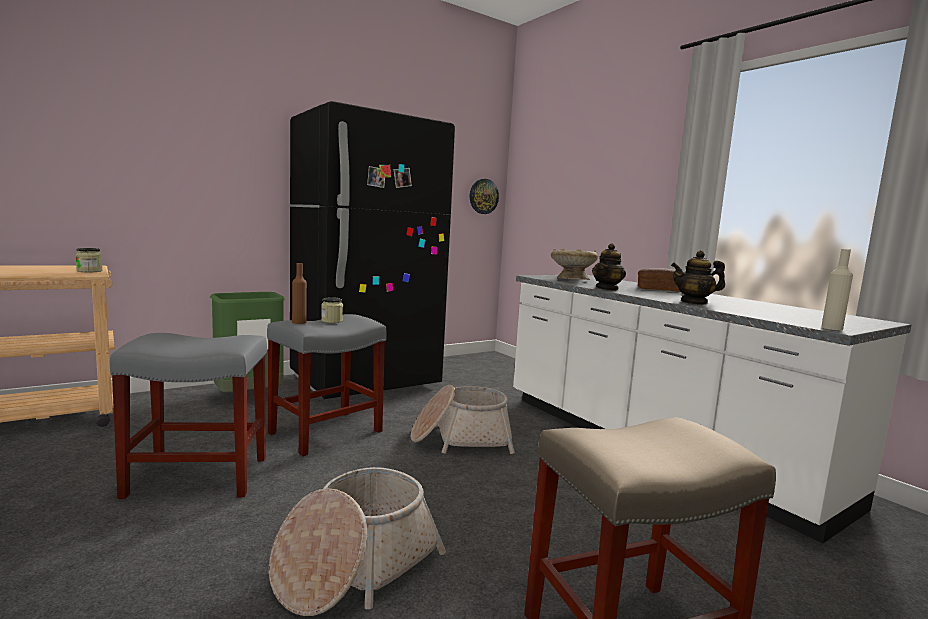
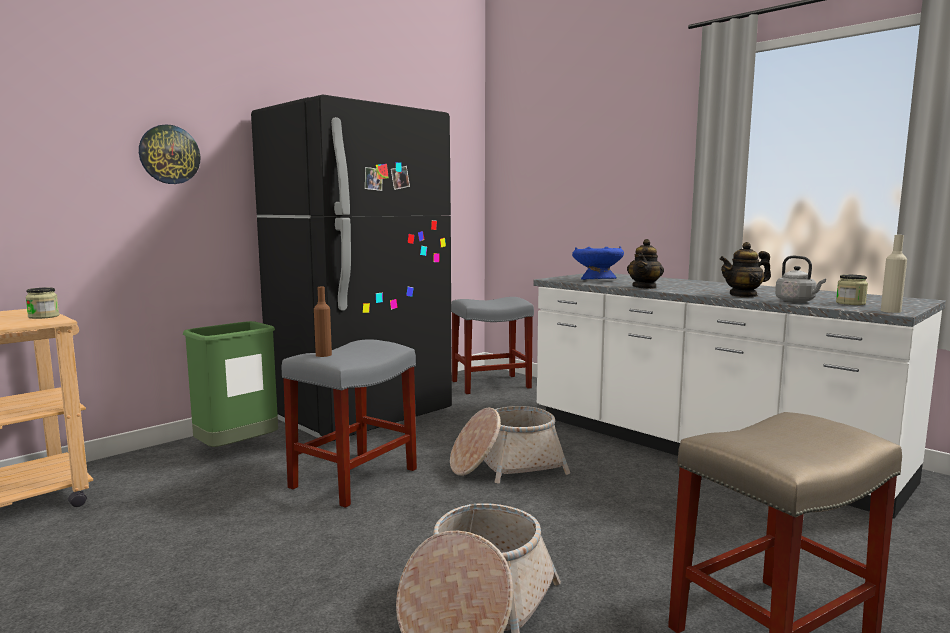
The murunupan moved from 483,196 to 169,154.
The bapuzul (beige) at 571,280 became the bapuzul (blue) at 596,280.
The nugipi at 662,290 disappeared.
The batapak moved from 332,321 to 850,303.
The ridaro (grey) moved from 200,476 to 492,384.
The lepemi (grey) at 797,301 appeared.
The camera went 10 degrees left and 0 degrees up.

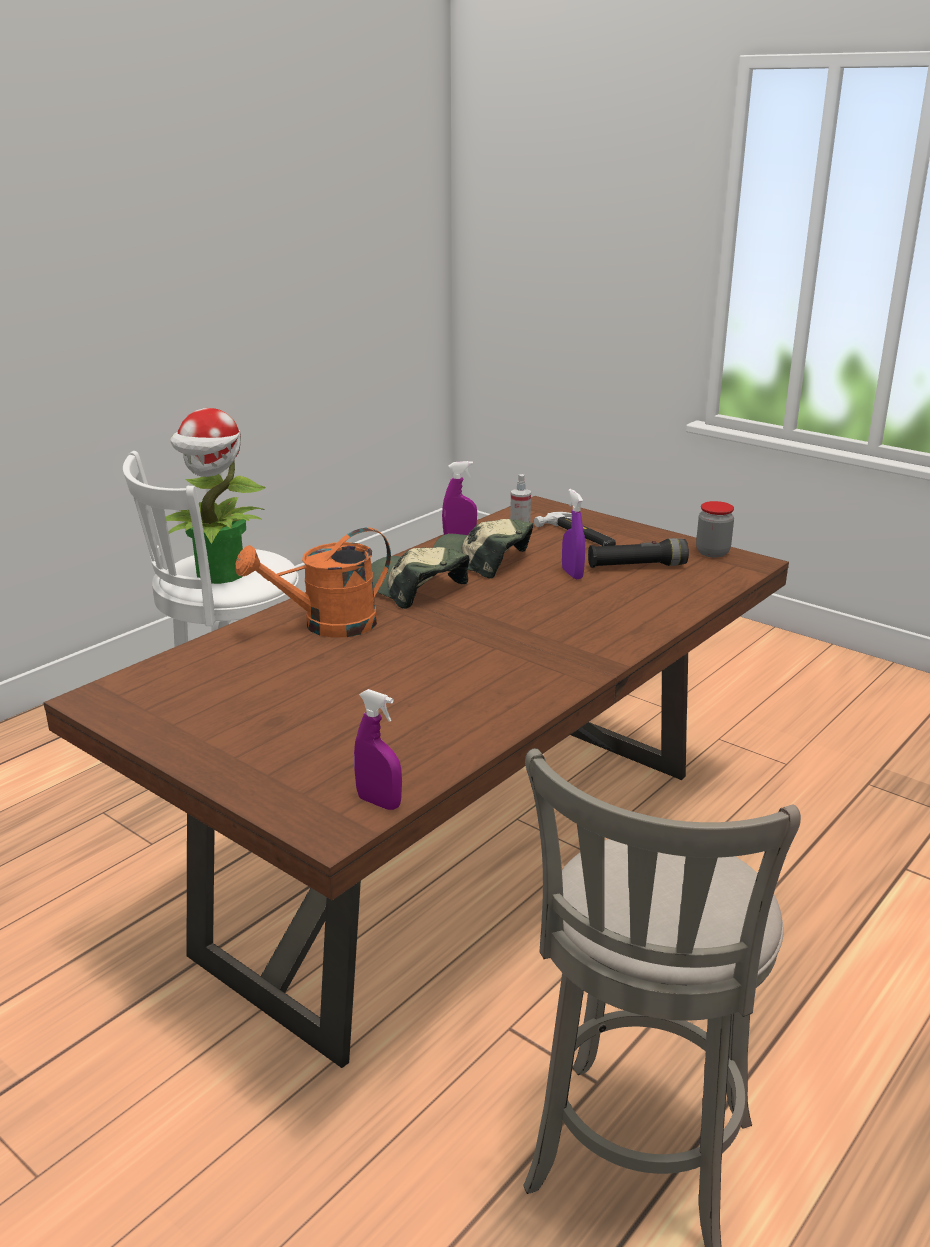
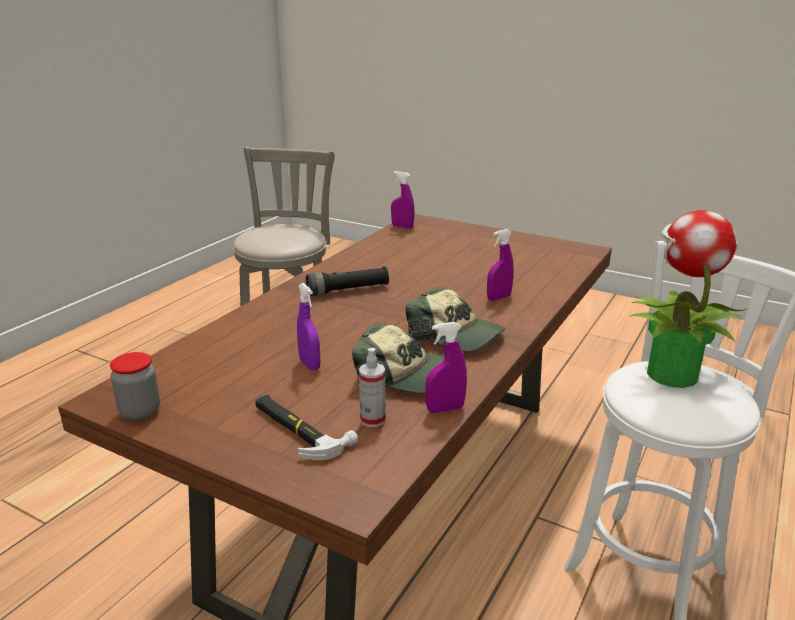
The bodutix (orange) at 327,625 was replaced by the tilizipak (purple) at 498,298.
The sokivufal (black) moved from 637,566 to 348,290.
The camera went 170 degrees right and 0 degrees up.

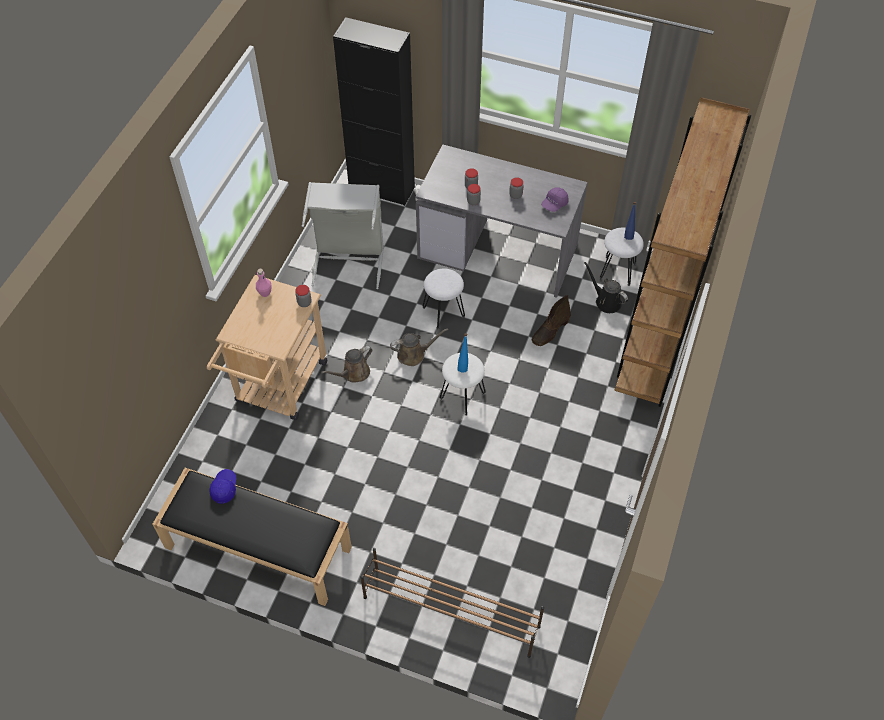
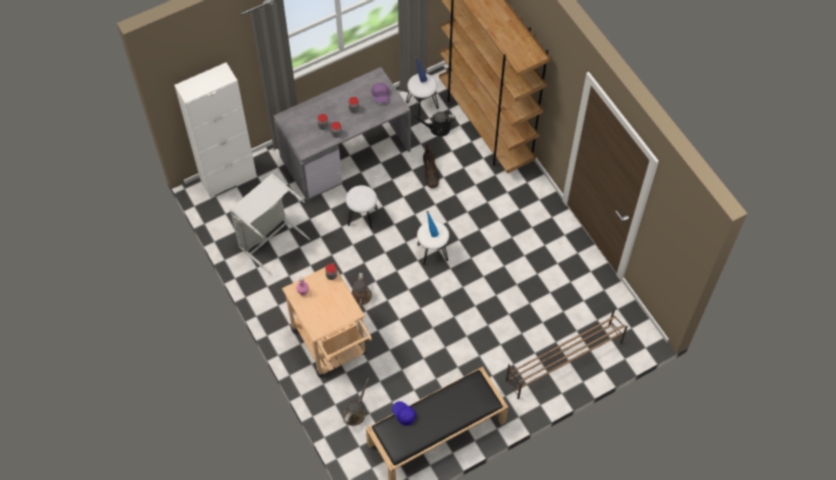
The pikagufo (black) at 381,188 became the pikagufo (white) at 228,178.
The bodutix (brown) moved from 413,354 to 355,413.
The camera went 50 degrees left and 5 degrees up.

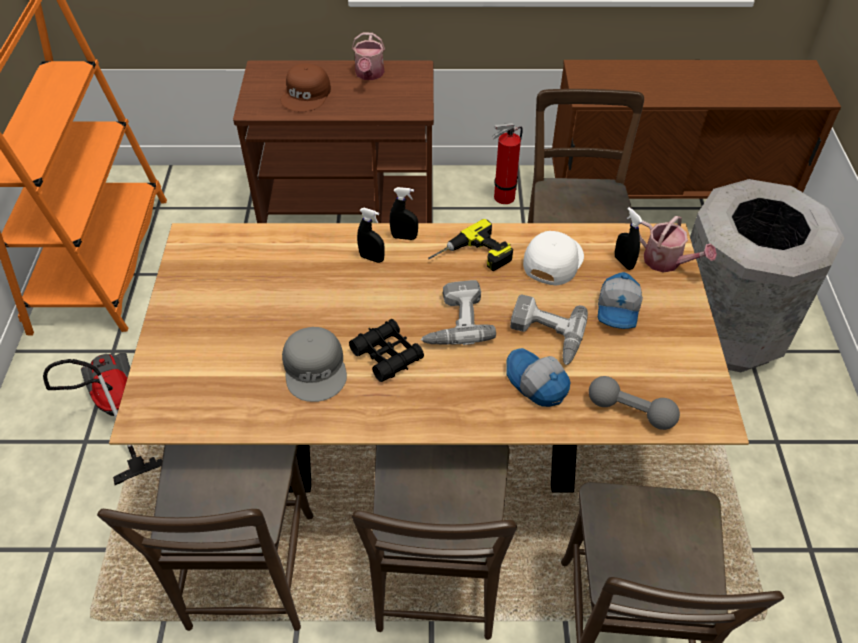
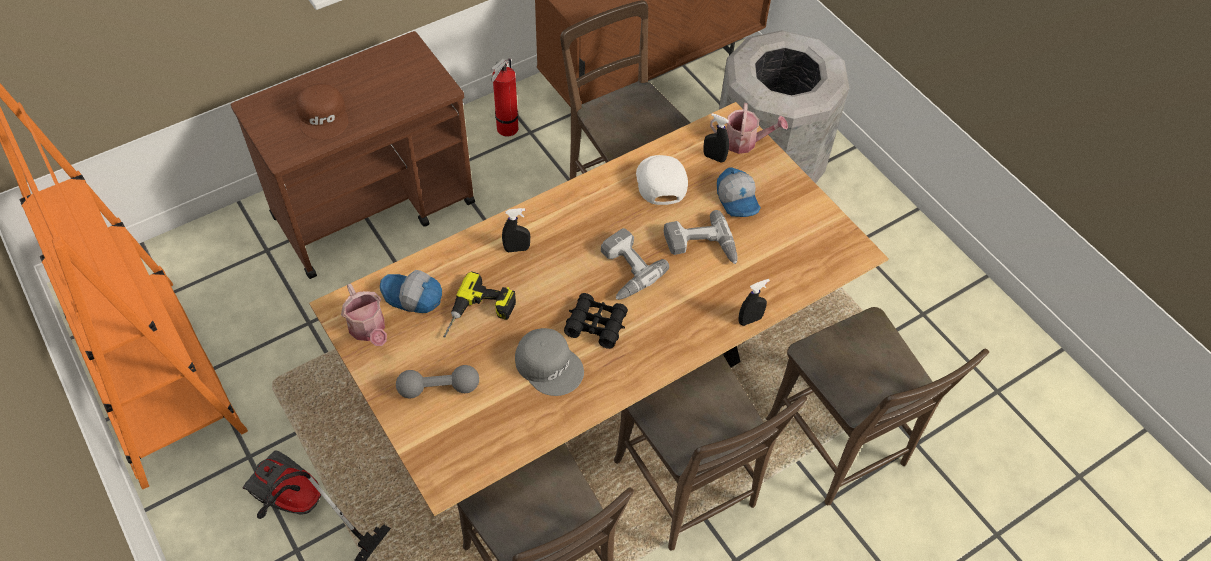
The bodutix moved from 369,74 to 369,330.
The tilizipak (black) moved from 404,237 to 750,320.
The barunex moved from 472,257 to 479,315.
The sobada moved from 535,383 to 412,297.
The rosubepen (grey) moved from 630,411 to 439,388.
The camera went 35 degrees left and 5 degrees up.

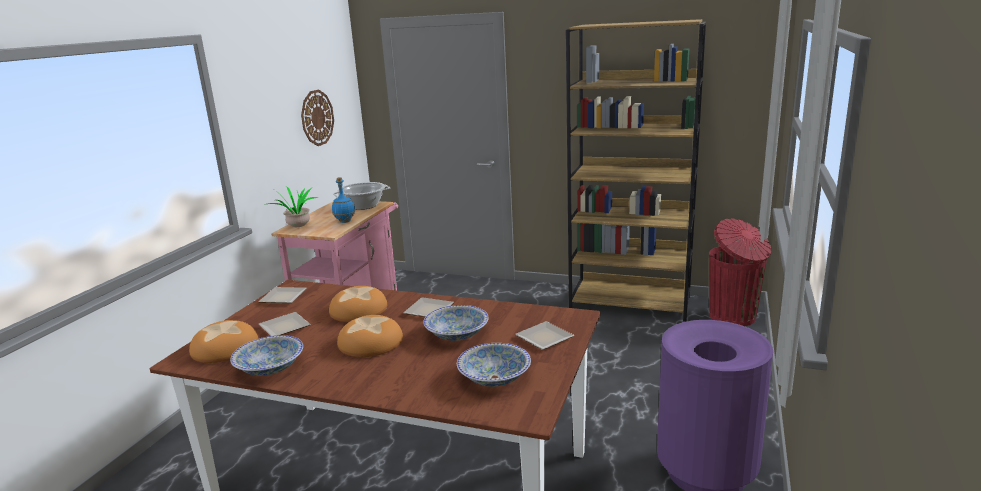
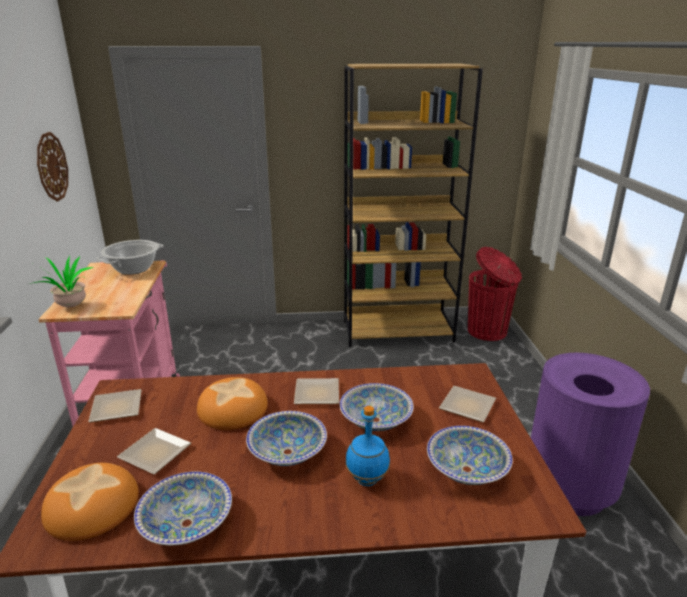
The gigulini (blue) moved from 345,221 to 367,480.
The nugipi at 371,342 was replaced by the bapuzul at 287,452.
The camera went 25 degrees left and 5 degrees up.

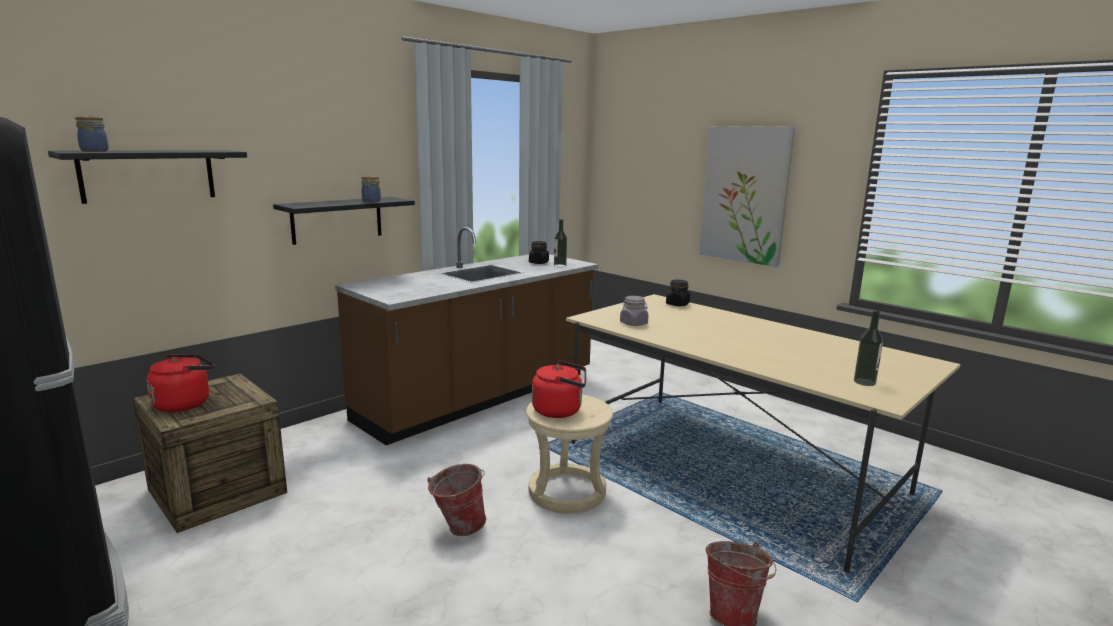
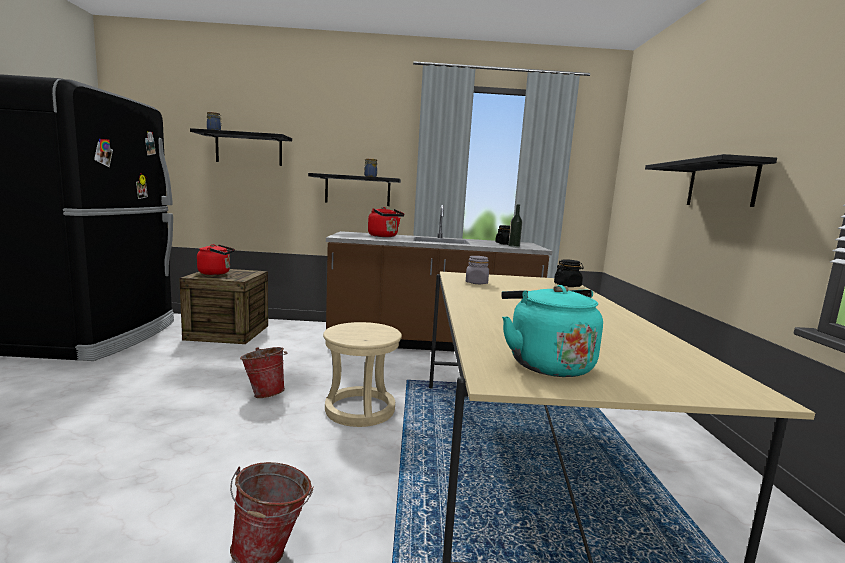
The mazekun at 745,194 was replaced by the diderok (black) at 721,184.
The gigulini at 864,382 was replaced by the lepemi (turquoise) at 546,363.
The lepemi (red) moved from 560,410 to 384,236.
The camera went 45 degrees right and 5 degrees down.

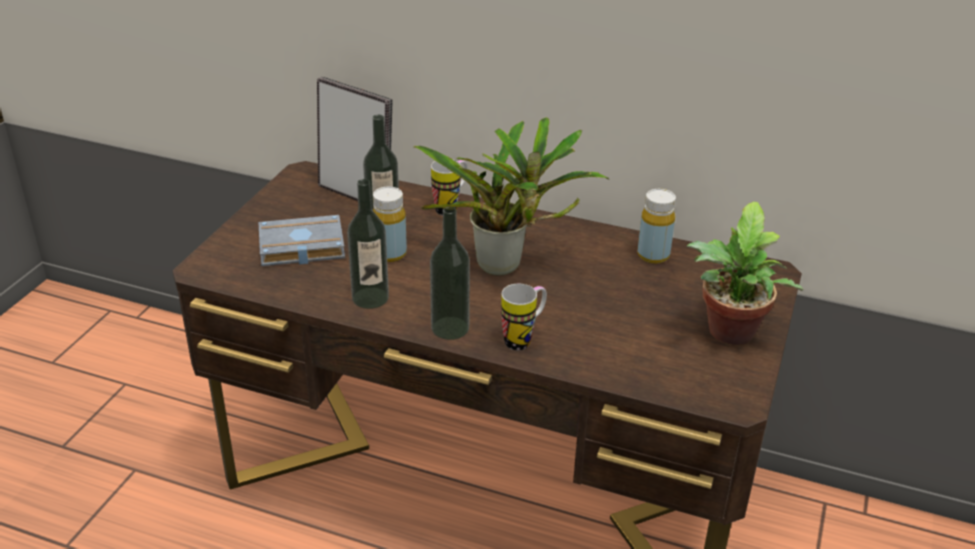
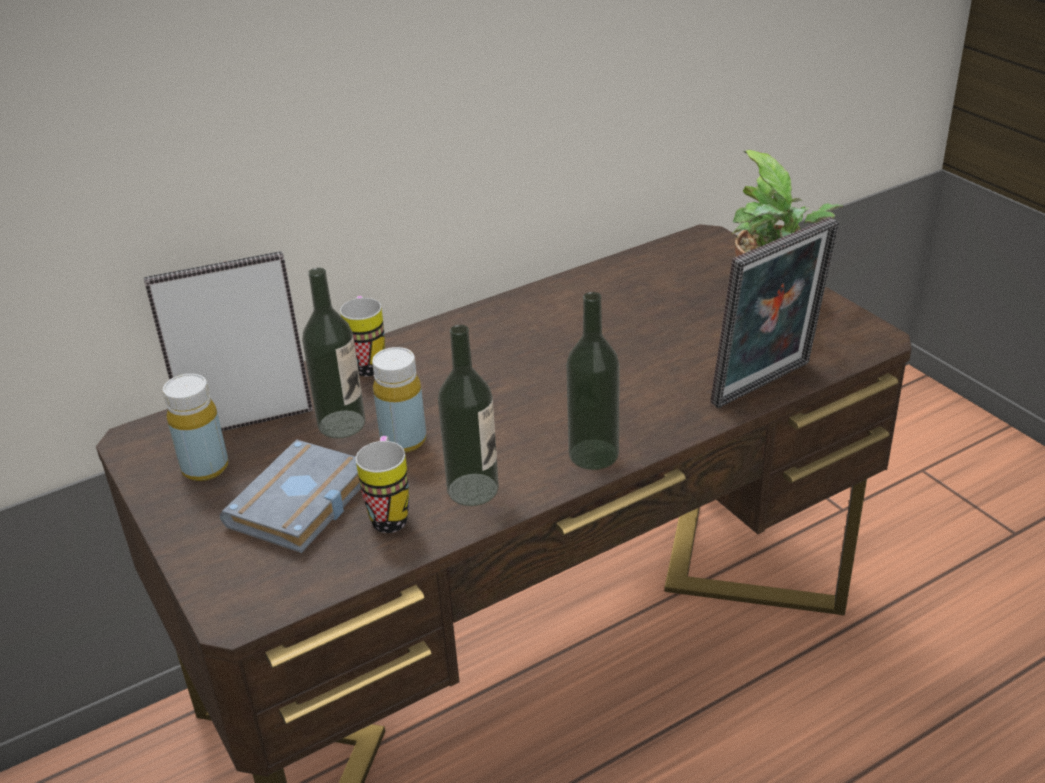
The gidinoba at 505,267 disappeared.
The gigulini (yellow) moved from 653,255 to 205,468.
The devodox moved from 524,339 to 390,513.
The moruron at 766,386 appeared.
The camera went 50 degrees left and 0 degrees up.

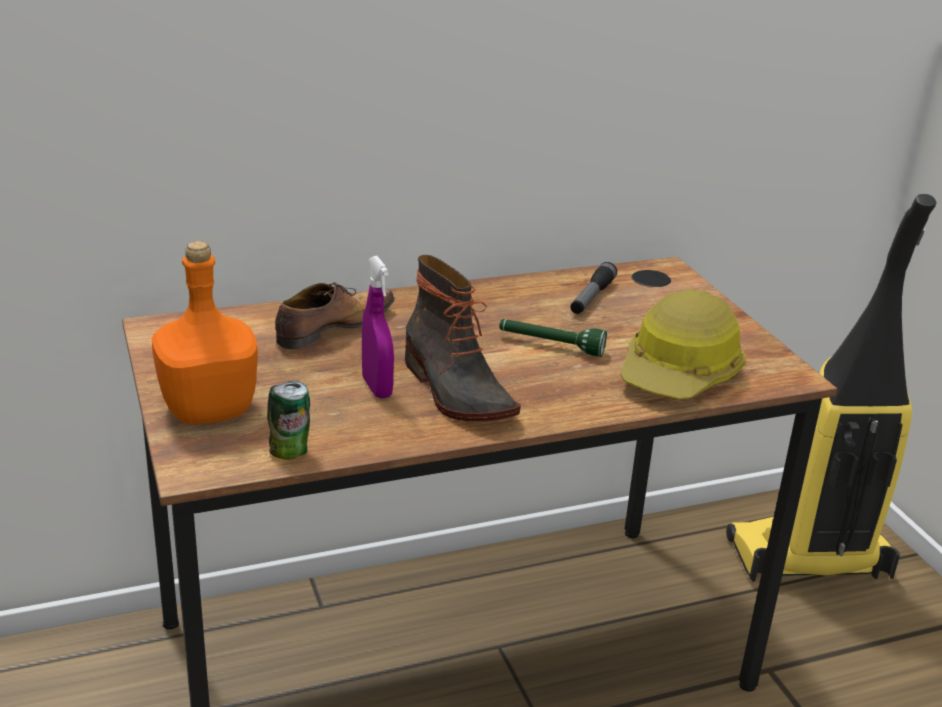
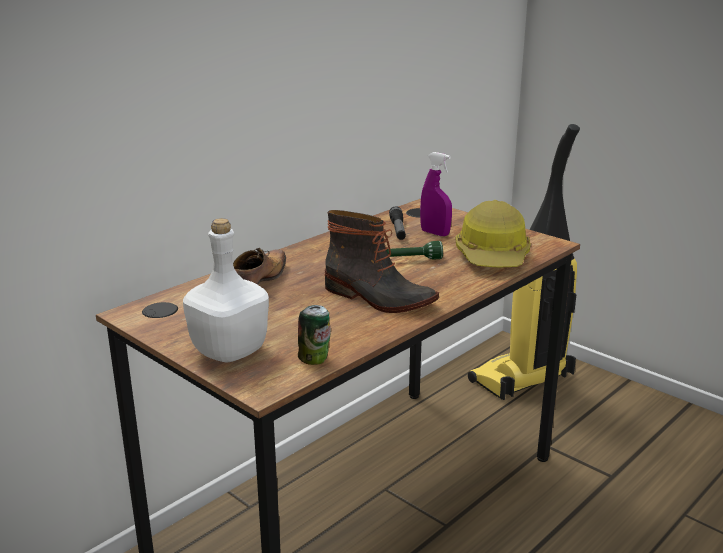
The gigulini (orange) at 207,410 became the gigulini (white) at 228,352.
The tilizipak (purple) moved from 377,388 to 435,233.
The camera went 25 degrees left and 5 degrees down.

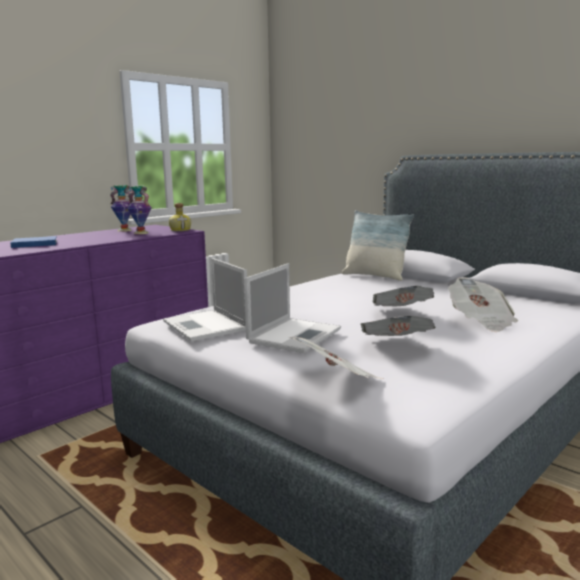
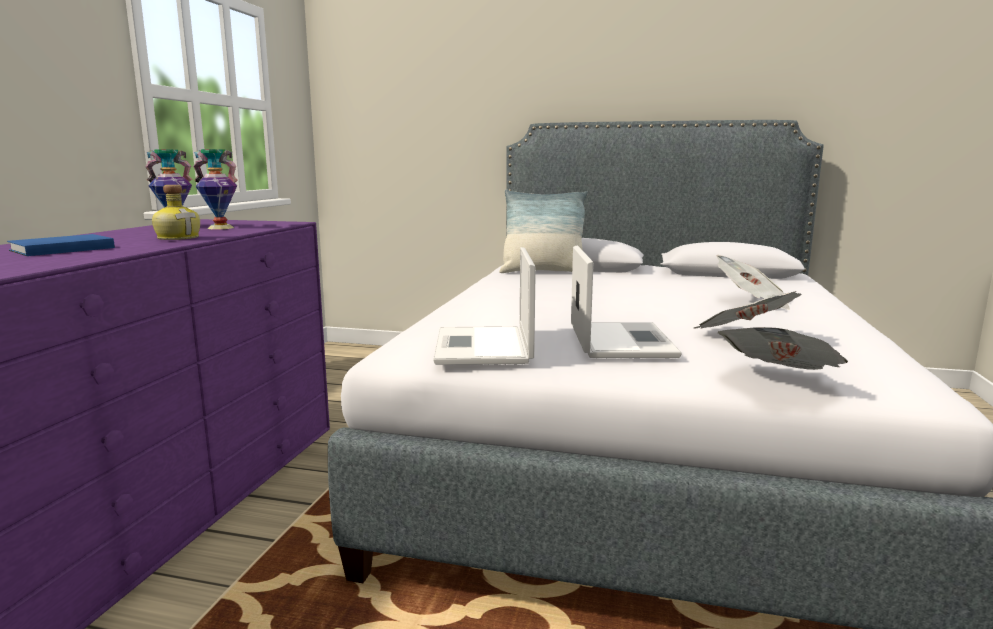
The gigulini moved from 181,230 to 179,238.
The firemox at 206,326 turned 60 degrees clockwise.
The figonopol at 401,314 disappeared.
The camera went 30 degrees left and 0 degrees up.

